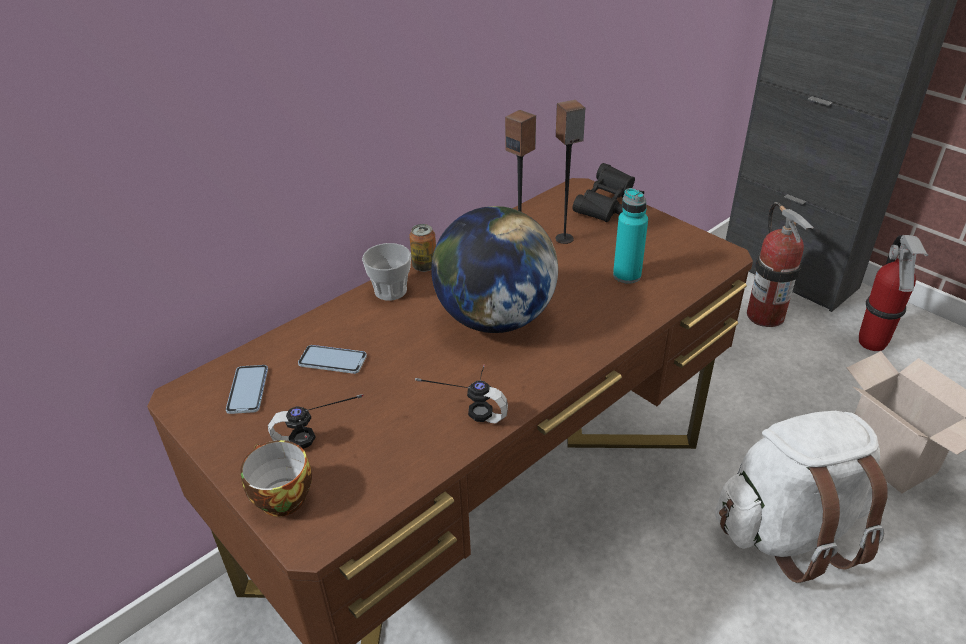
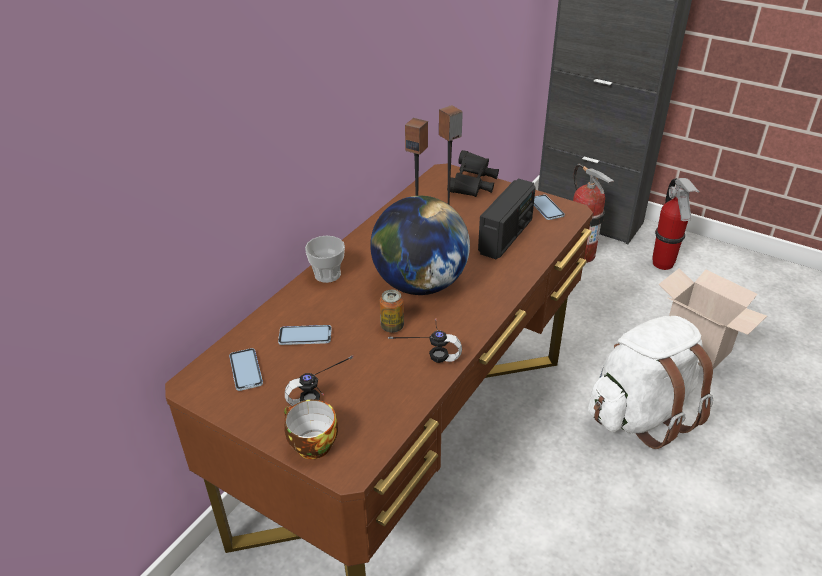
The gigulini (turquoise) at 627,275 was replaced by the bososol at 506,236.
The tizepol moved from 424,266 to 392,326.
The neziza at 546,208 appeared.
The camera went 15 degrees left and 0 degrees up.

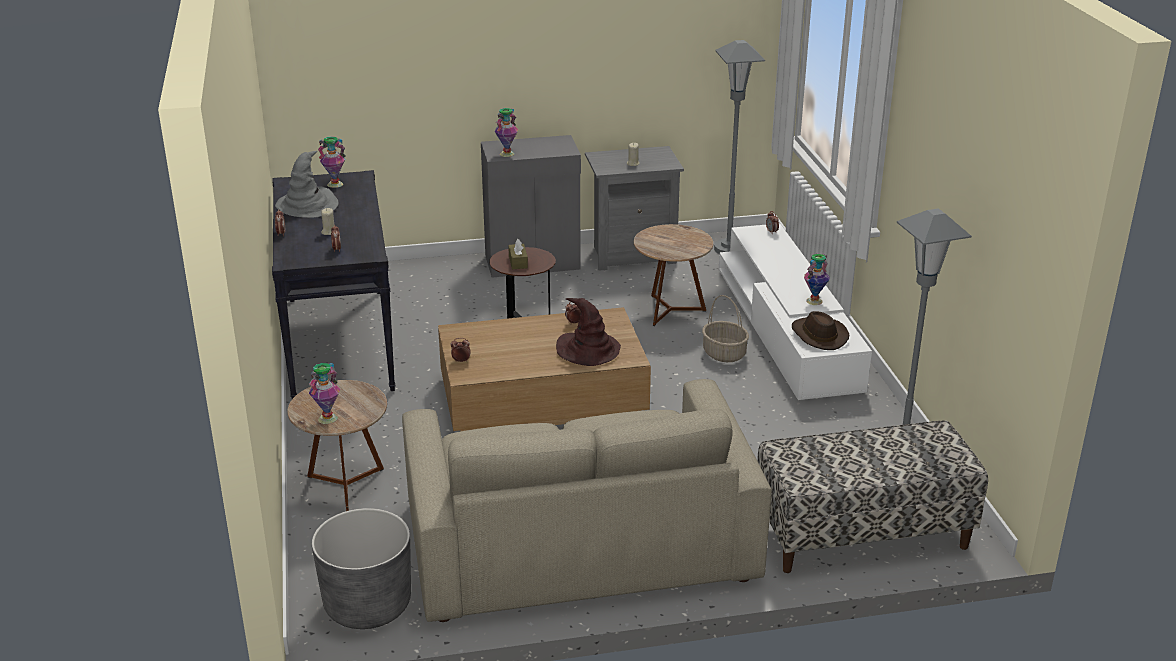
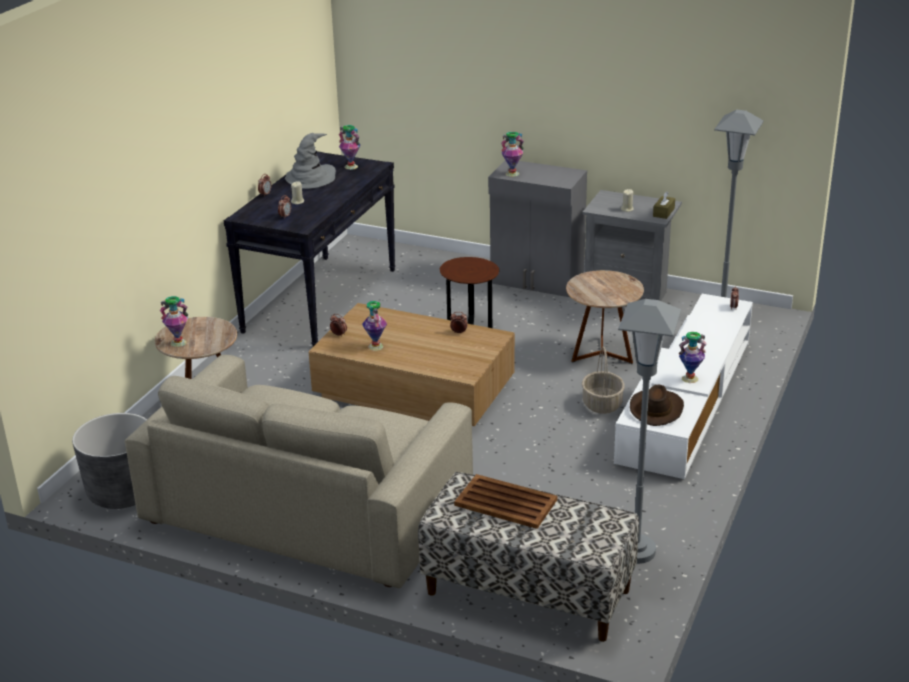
The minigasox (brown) moved from 518,262 to 663,212.
The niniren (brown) at 588,350 disappeared.
The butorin at 375,346 appeared.
The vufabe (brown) at 506,503 appeared.
The camera went 35 degrees right and 0 degrees up.

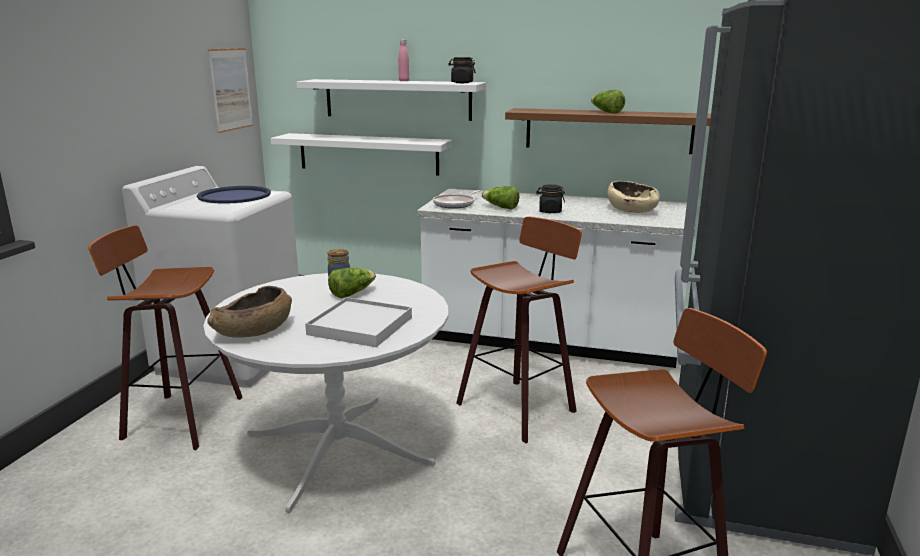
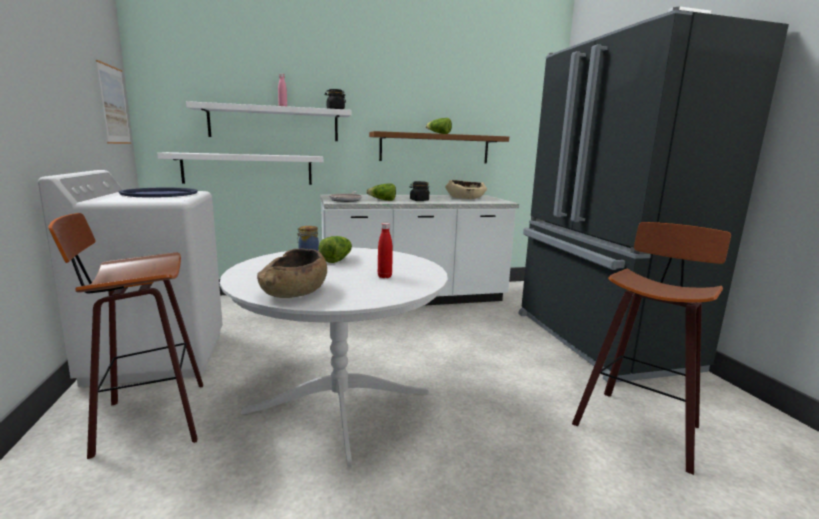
The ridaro at 519,407 disappeared.
The vufabe (white) at 360,326 was replaced by the gigulini (red) at 384,276.
The camera went 30 degrees left and 5 degrees down.

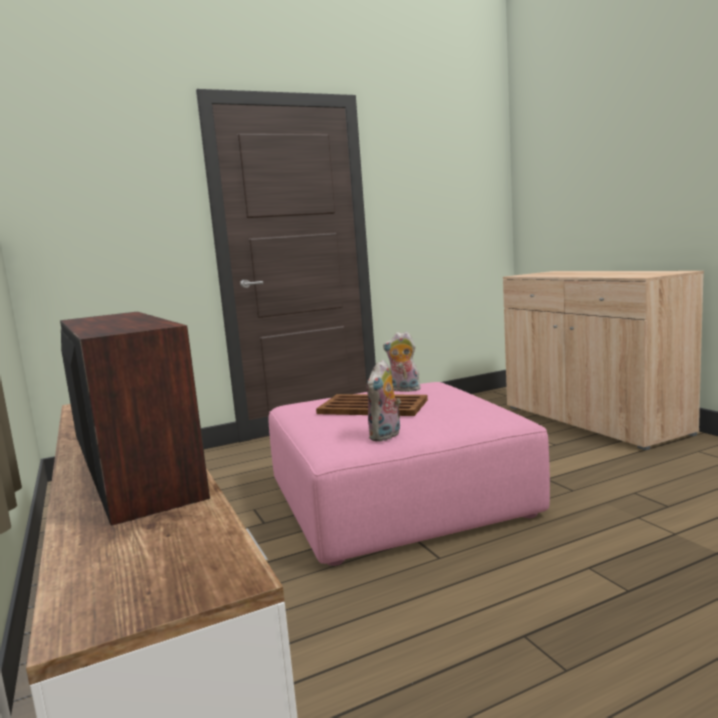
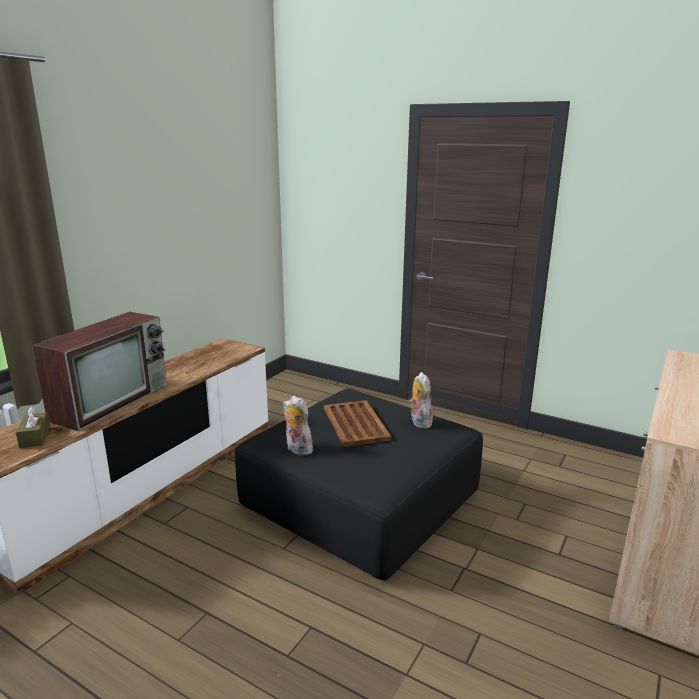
The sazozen at 386,436 turned 45 degrees clockwise.
The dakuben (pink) at 397,497 became the dakuben (black) at 362,499.
The minigasox (brown) at 35,437 appeared.
The camera went 55 degrees right and 10 degrees up.

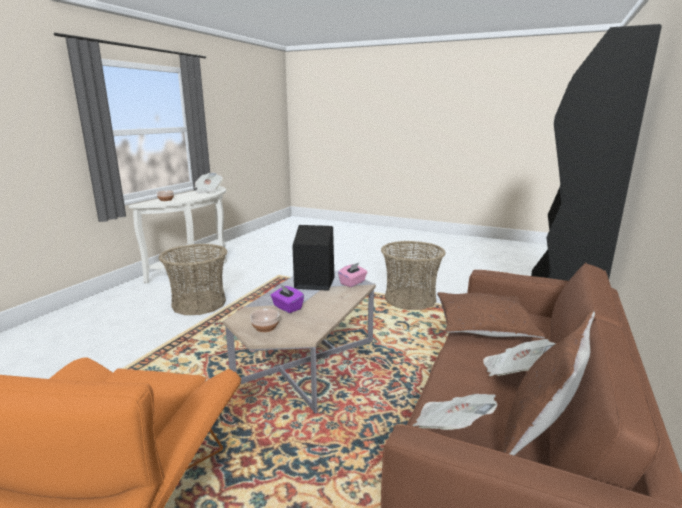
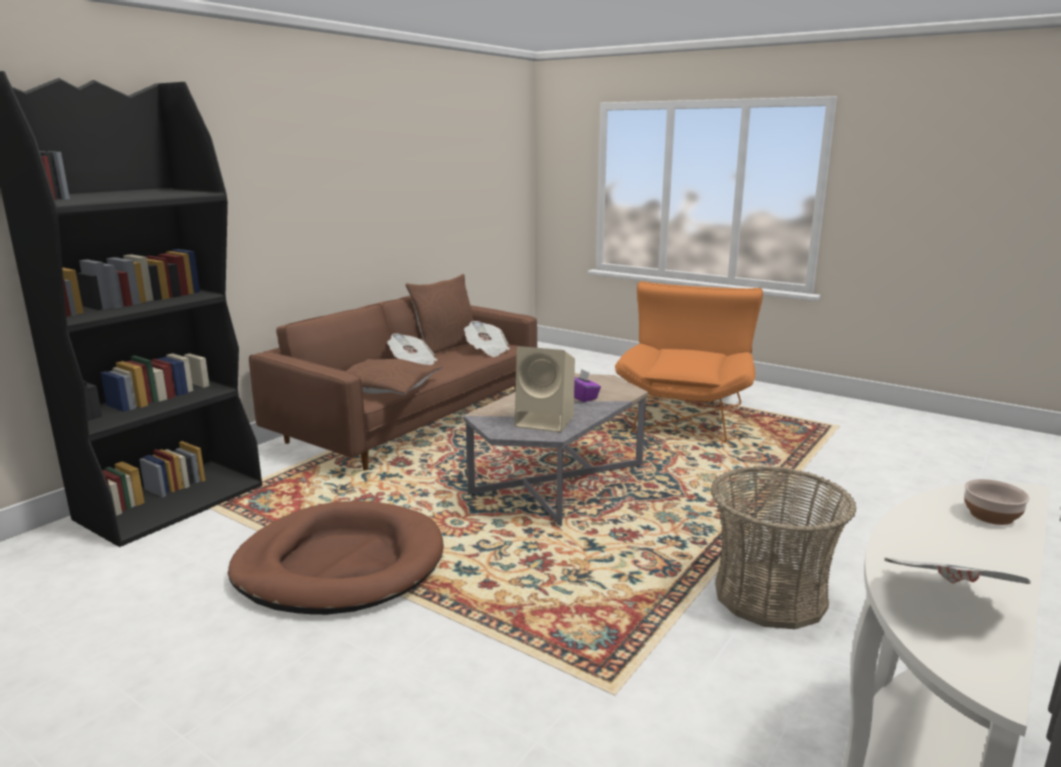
The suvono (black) at 313,283 became the suvono (beige) at 546,421.
The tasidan at 410,299 was replaced by the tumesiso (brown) at 340,565.
The minigasox (pink) at 353,283 disappeared.
The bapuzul at 265,327 disappeared.
The camera went 170 degrees left and 0 degrees up.

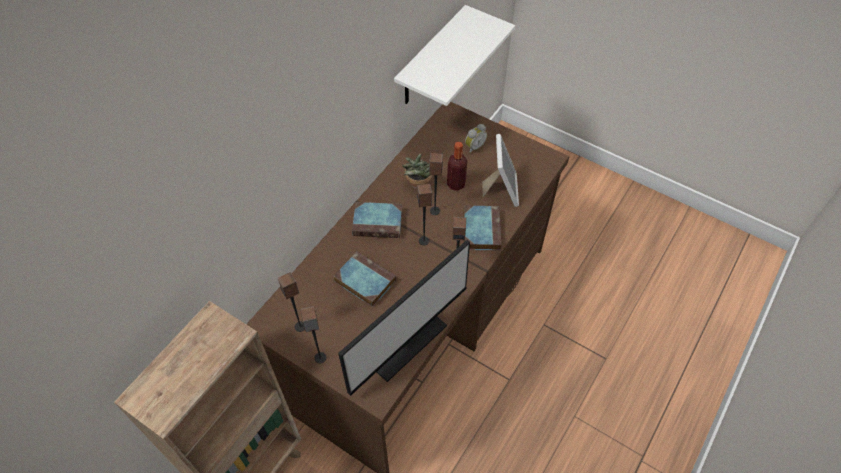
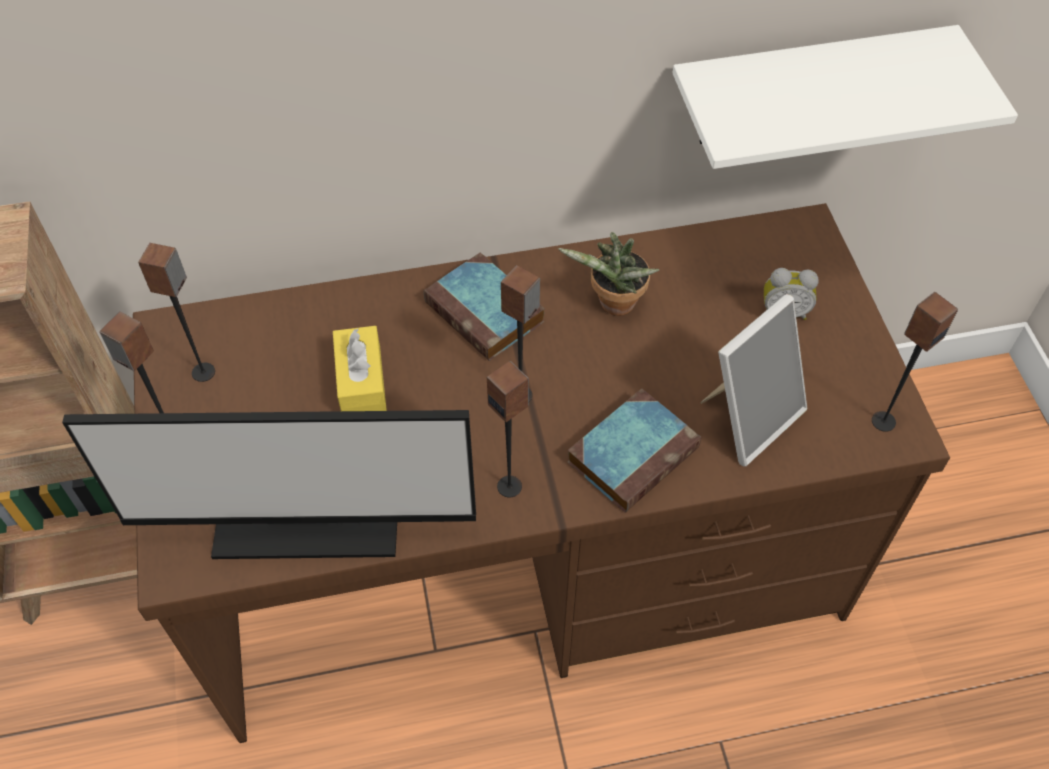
The gigulini at 456,184 disappeared.
The suvono moved from 434,210 to 883,421.
The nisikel at 363,281 was replaced by the minigasox (yellow) at 361,381.
The camera went 45 degrees right and 0 degrees up.

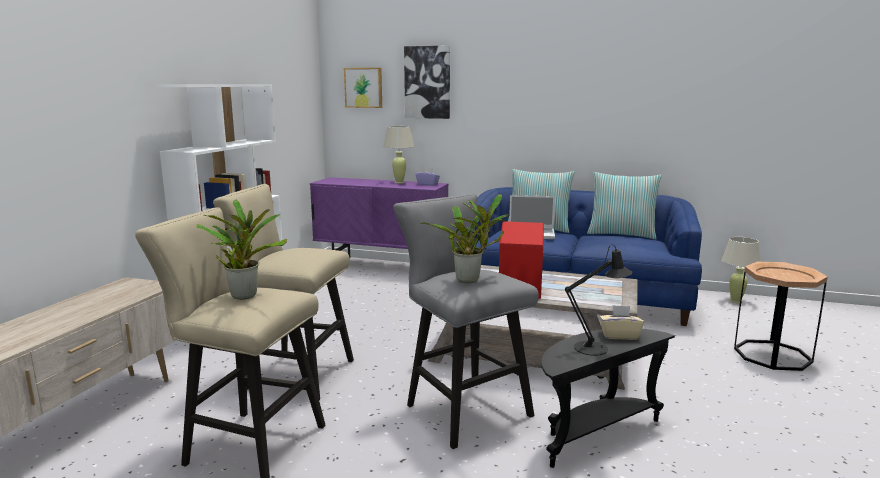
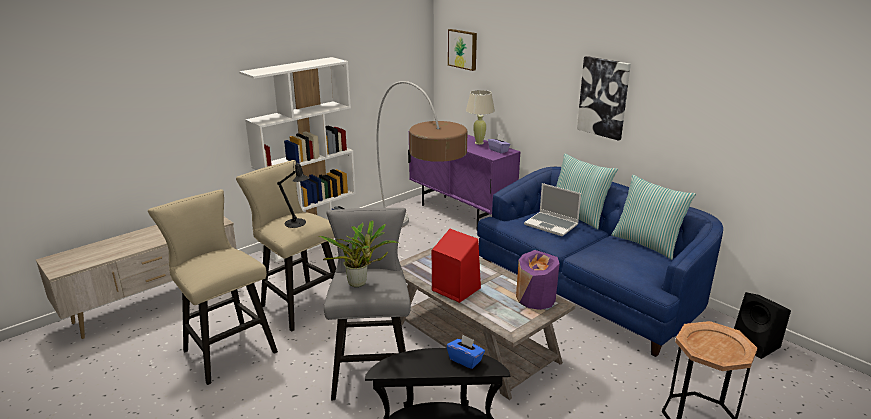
The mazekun moved from 427,82 to 603,97.
The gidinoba at 245,295 disappeared.
The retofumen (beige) at 736,301 was replaced by the suvono (black) at 756,345.
The retofumen (black) moved from 596,348 to 297,224.
The minigasox (beige) at 619,335 became the minigasox (blue) at 465,360.
The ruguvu at 416,241 appeared.
The butorin (purple) at 536,298 appeared.
The camera went 30 degrees right and 10 degrees up.

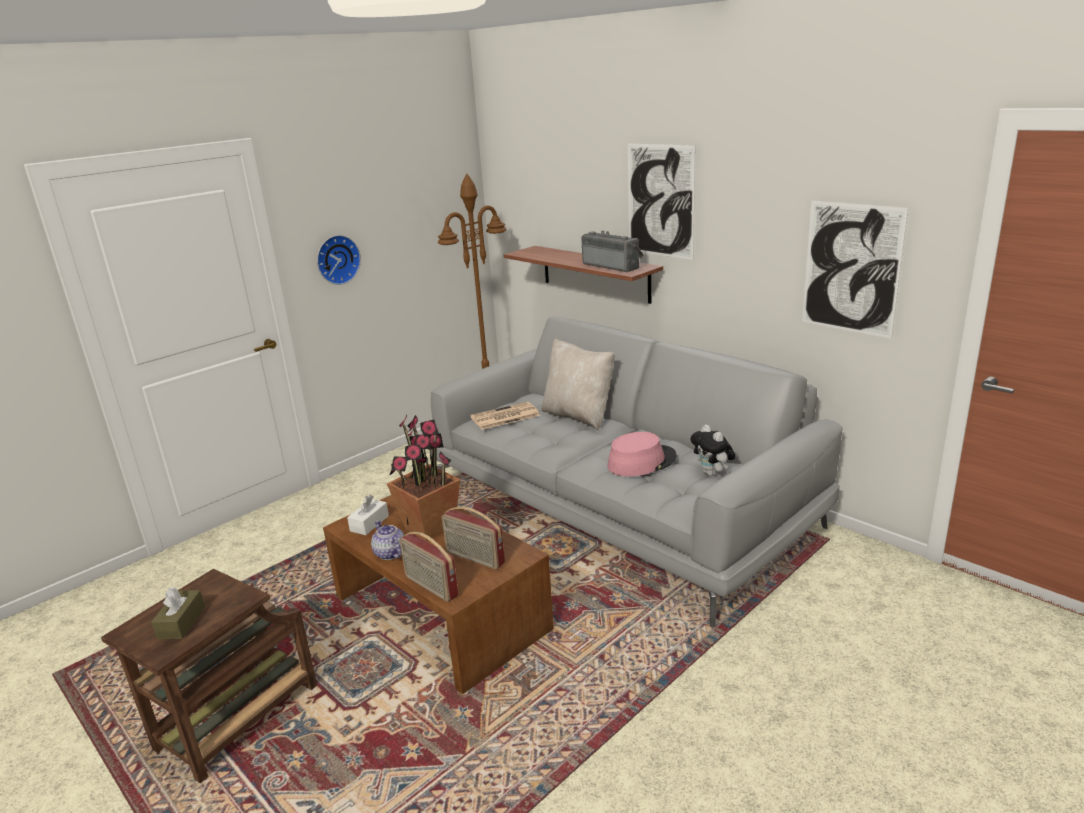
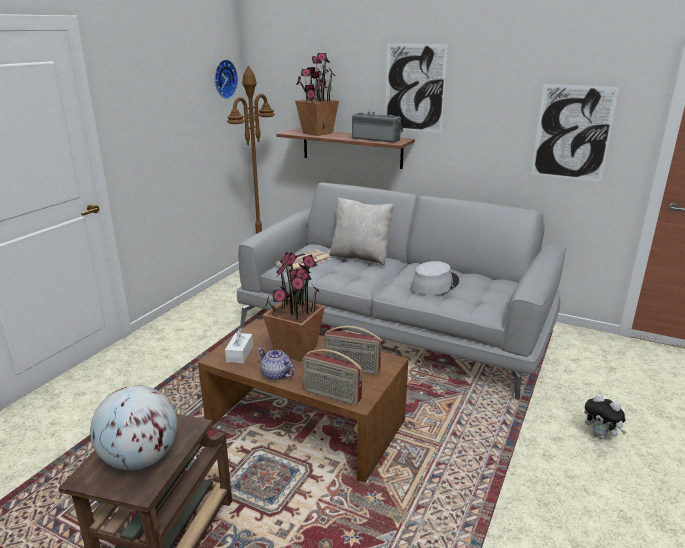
The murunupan moved from 336,259 to 223,79.
The sazozen moved from 712,473 to 601,435.
The niniren (pink) at 641,462 became the niniren (grey) at 435,284.
The minigasox (brown) at 181,622 was replaced by the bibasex at 140,459.
The gidinoba at 317,133 appeared.
The camera went 20 degrees left and 0 degrees up.

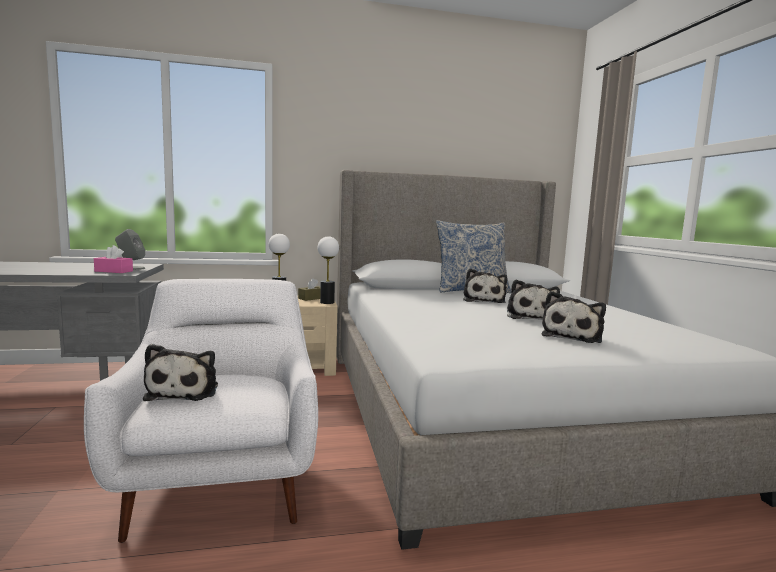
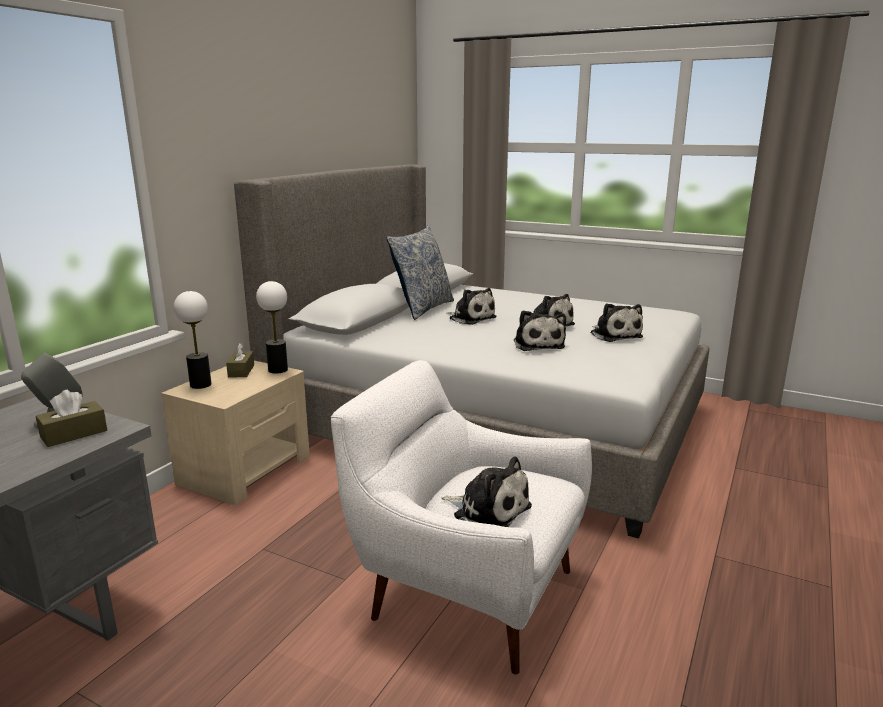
The minigasox (pink) at 113,271 became the minigasox (brown) at 74,434.
The sazozen at 538,344 appeared.
The camera went 50 degrees left and 10 degrees up.

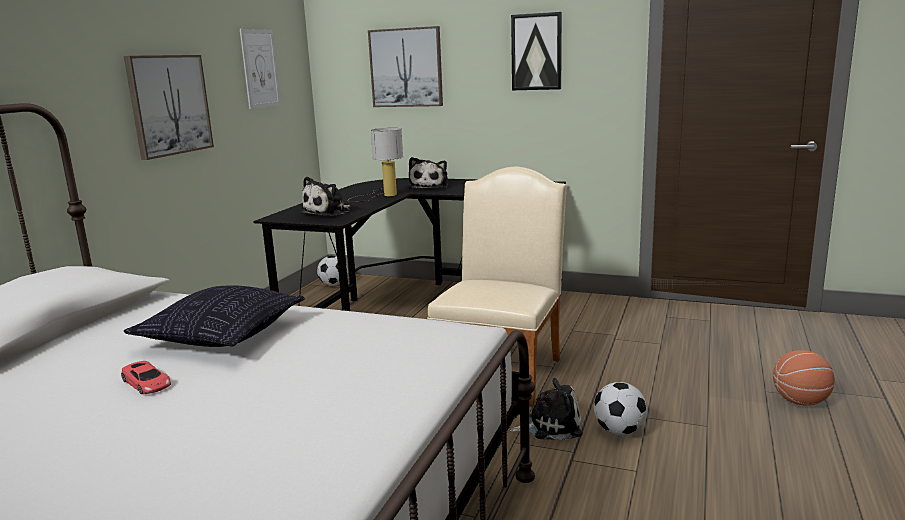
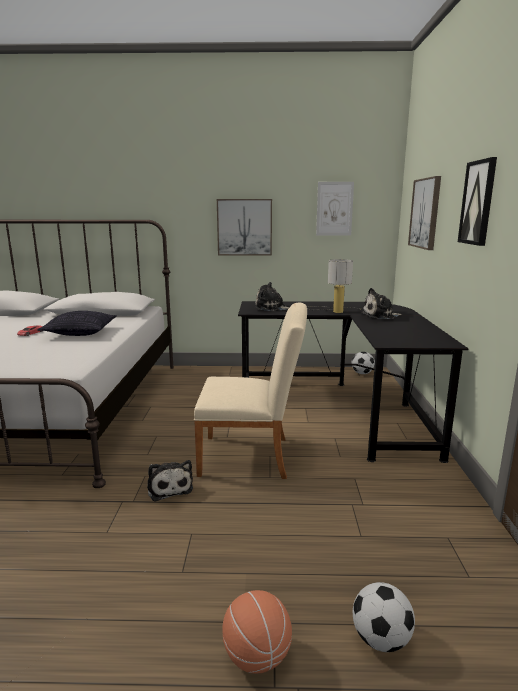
The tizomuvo moved from 619,431 to 381,639.
The camera went 70 degrees right and 0 degrees up.

